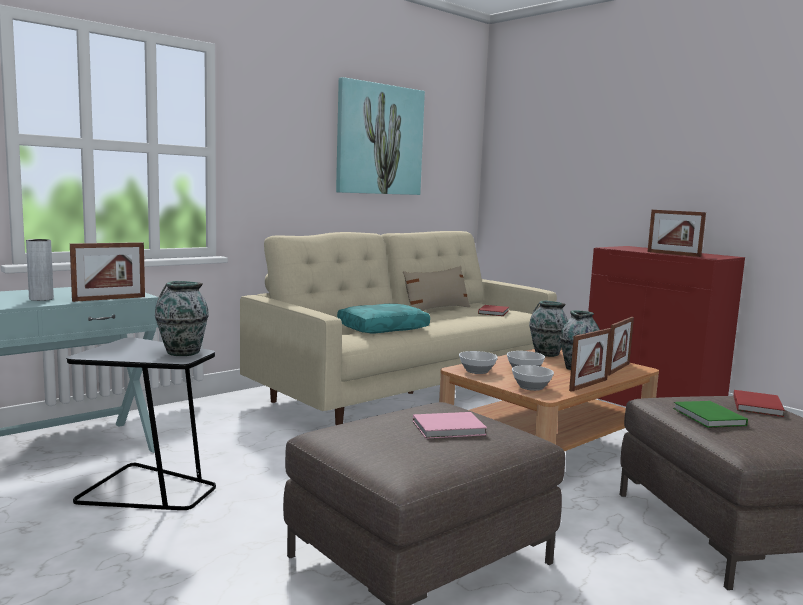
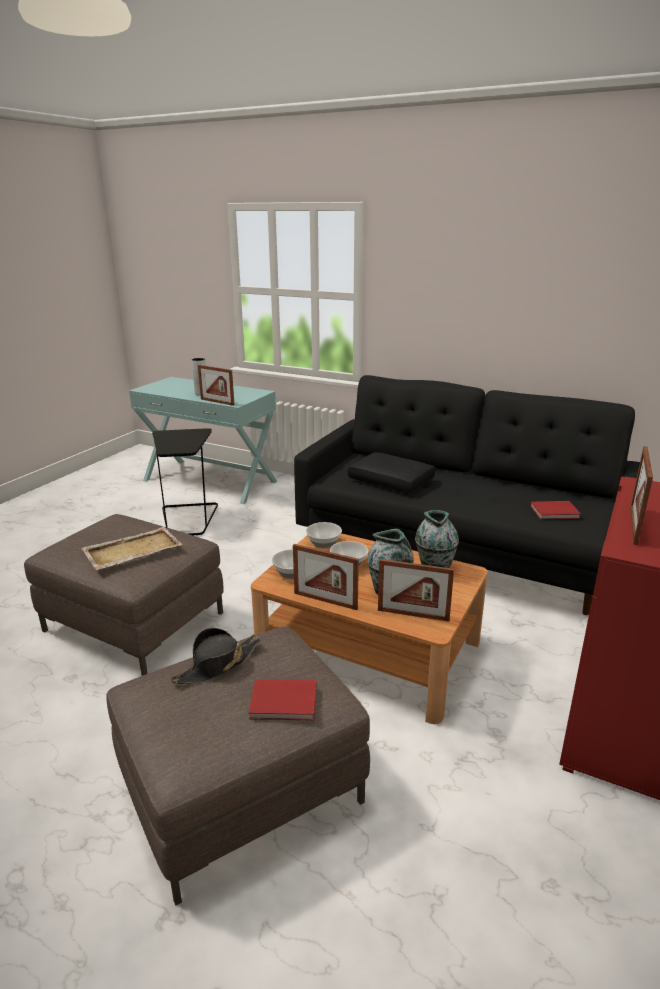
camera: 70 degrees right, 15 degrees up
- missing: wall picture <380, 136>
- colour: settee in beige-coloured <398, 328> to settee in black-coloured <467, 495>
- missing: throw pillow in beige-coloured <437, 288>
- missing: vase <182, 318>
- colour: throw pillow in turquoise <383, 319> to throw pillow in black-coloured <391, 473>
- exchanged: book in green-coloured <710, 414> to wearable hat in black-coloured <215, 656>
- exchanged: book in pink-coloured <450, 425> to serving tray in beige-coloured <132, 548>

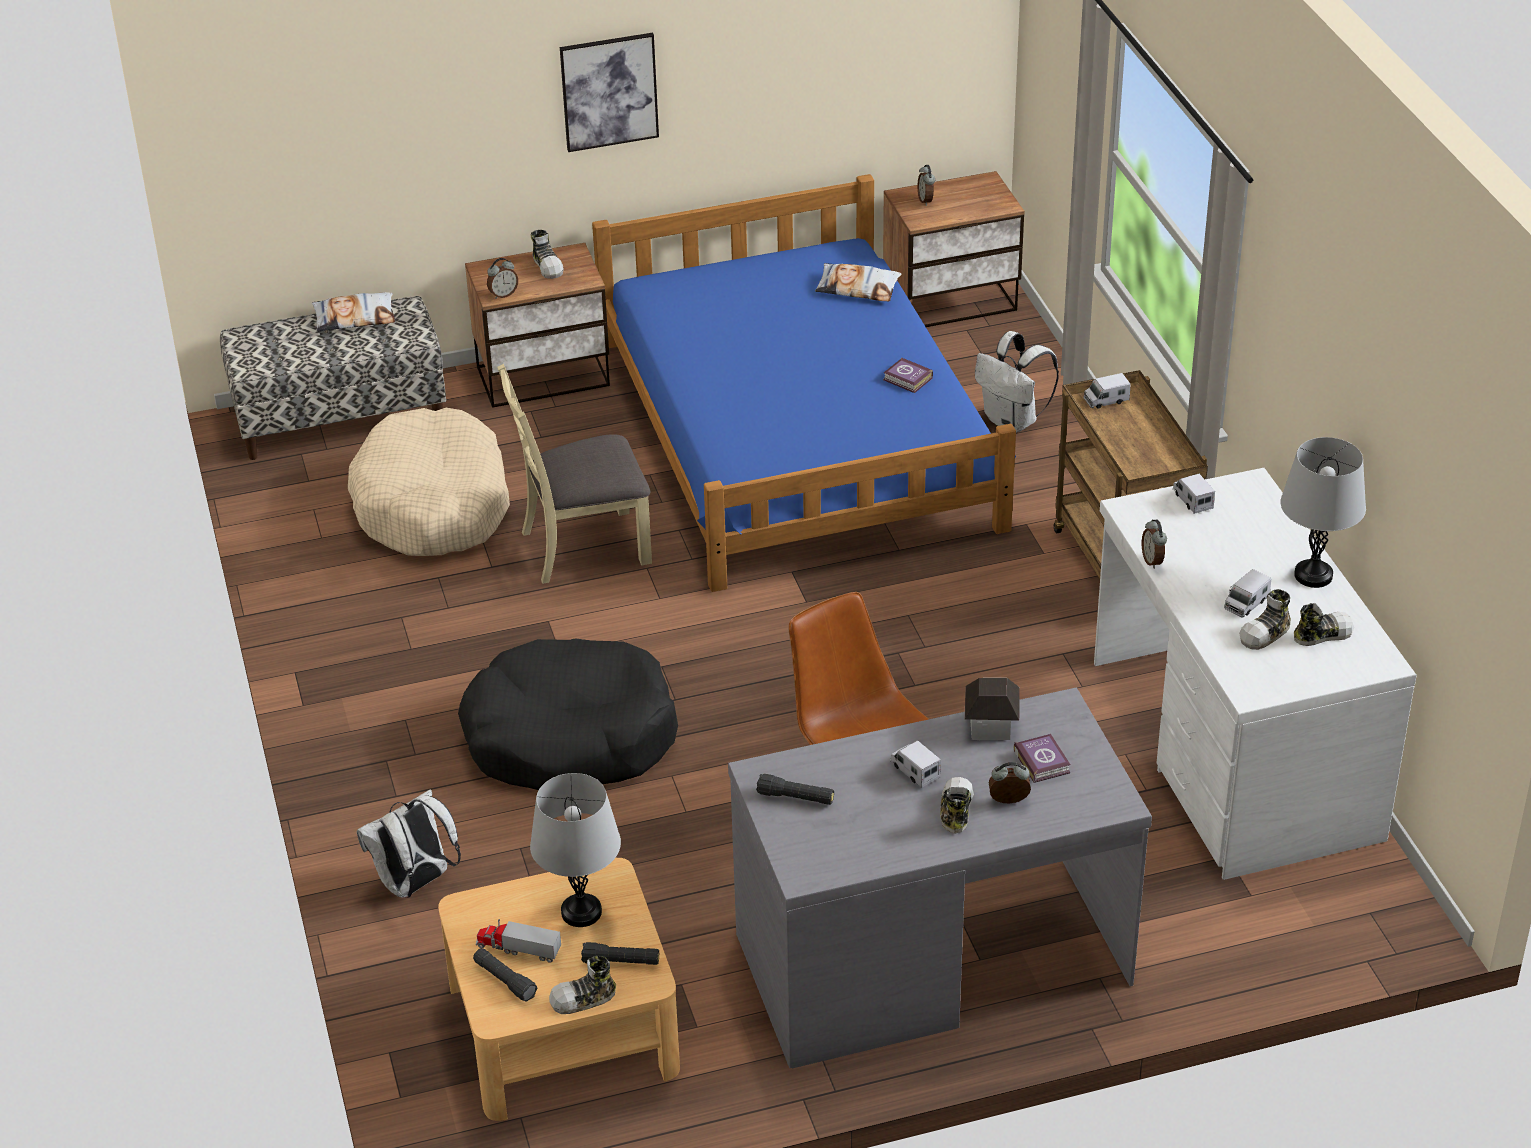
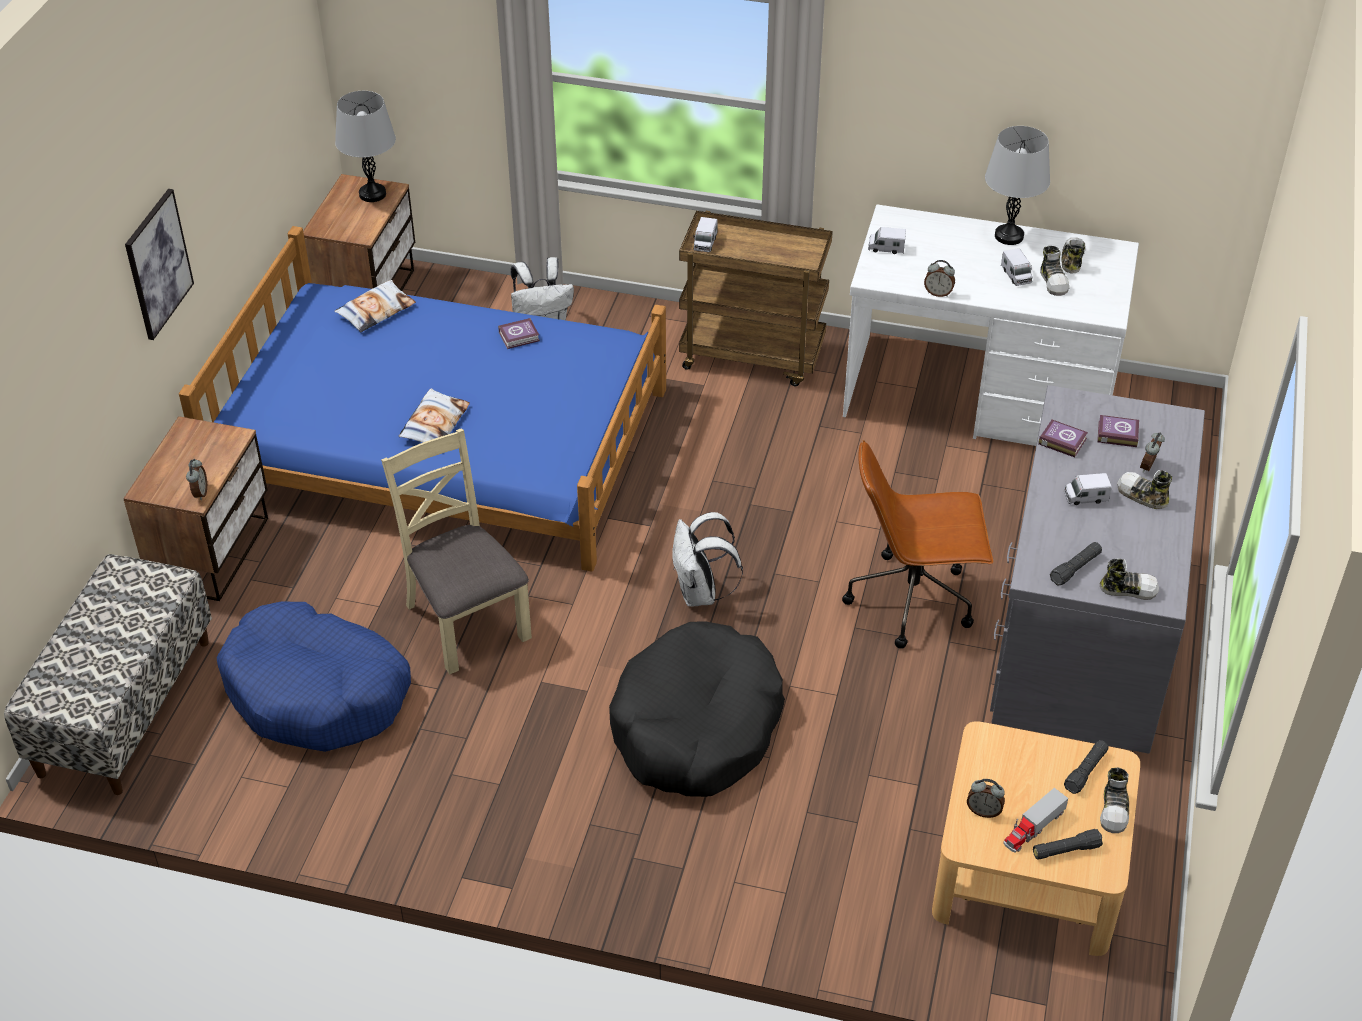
camera: 60 degrees left, 5 degrees up
- relocated: bedside clock <926, 185> to <986, 798>
- relocated: item of footwear <547, 254> to <1129, 579>
- relocated: throw pillow <353, 311> to <434, 415>
- spun: upright chair in beige-coloured <574, 474> = <456, 551> 135 degrees clockwise
- colour: dog bed in beige-coloured <429, 482> to dog bed in blue <313, 677>
- exchanged: model house <992, 709> to book <1063, 438>
- relocated: lamp for a table in grey <575, 850> to <365, 146>
- relocated: backpack in white <409, 843> to <707, 559>

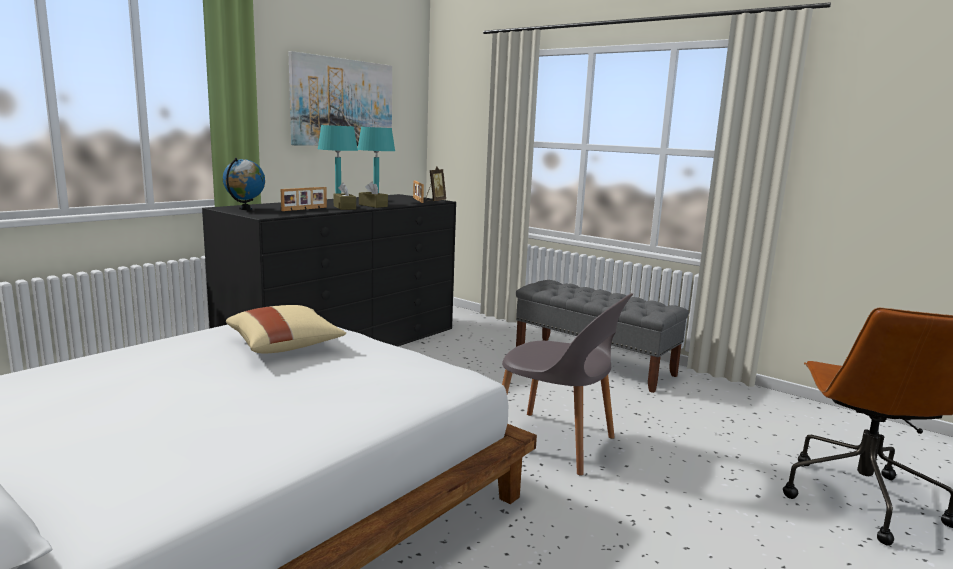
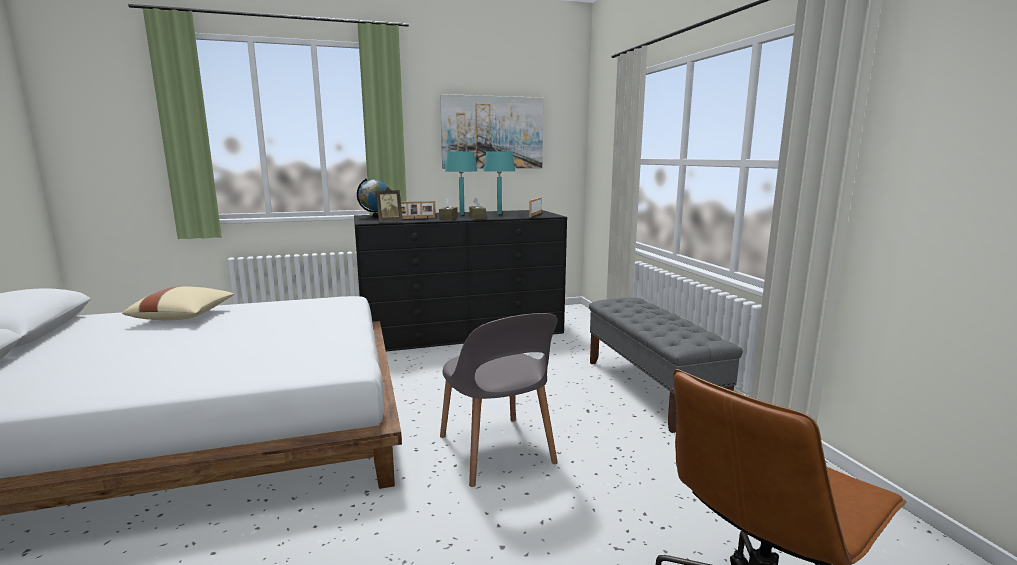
camera: 35 degrees right, 0 degrees up
- relocated: photo frame <435, 184> to <389, 204>
- relocated: throw pillow in beige-coloured <286, 329> to <178, 303>

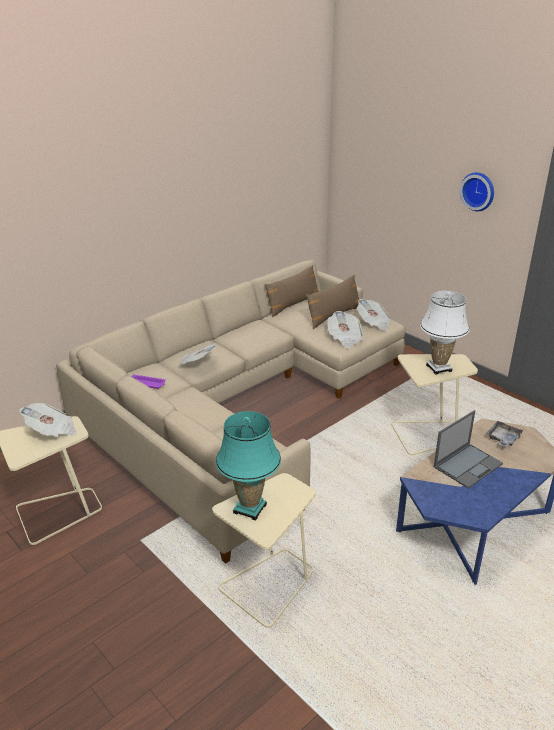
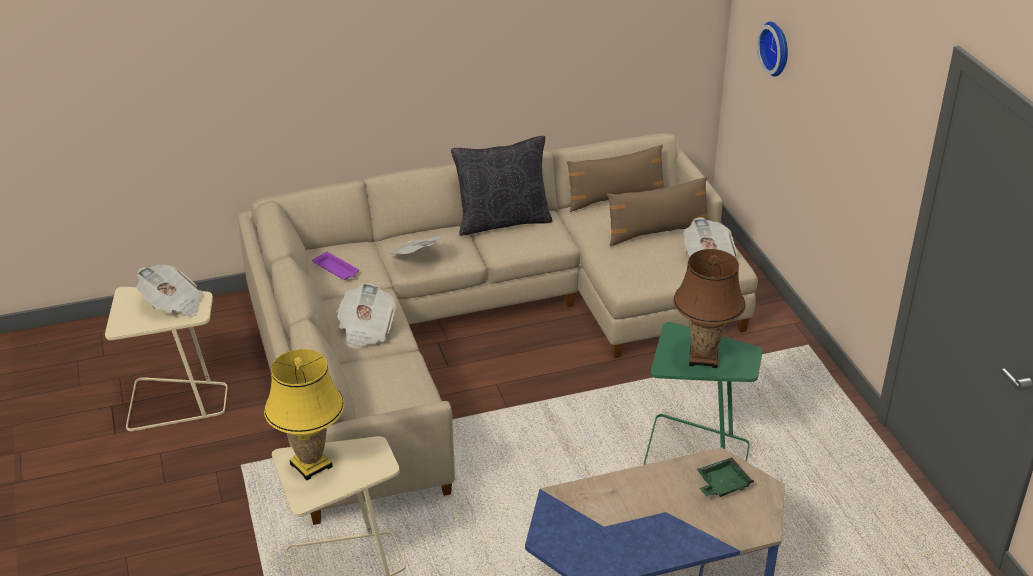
camera: 25 degrees right, 5 degrees up
- relocated: hanging clock <477, 191> to <772, 49>
- colour: lamp for a table in white <445, 333> to lamp for a table in brown <709, 308>
- relocated: printed paper <345, 329> to <366, 315>
- colour: side table in beige-coloured <434, 404> to side table in green-coloured <703, 393>
- missing: laptop <468, 449>
- colour: lamp for a table in turquoise <248, 466> to lamp for a table in yellowish <304, 415>
- colour: serving tray in grey <505, 434> to serving tray in green-coloured <725, 477>
- appeared: throw pillow in black-coloured <501, 186>

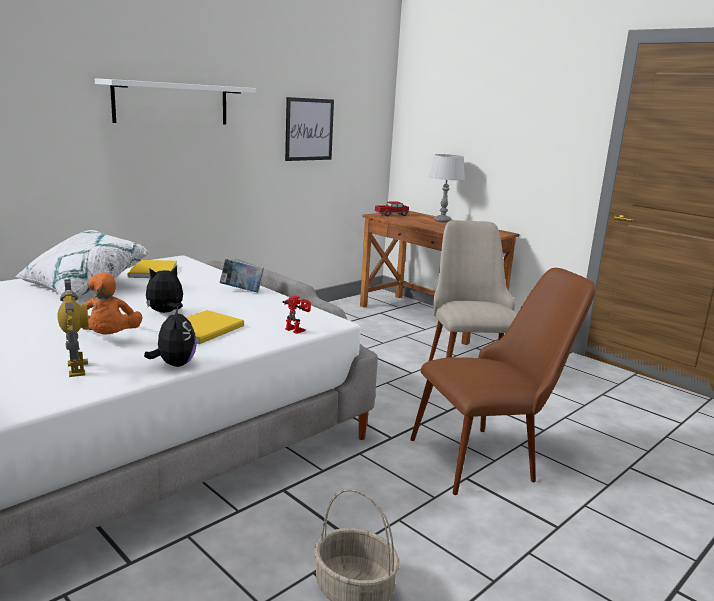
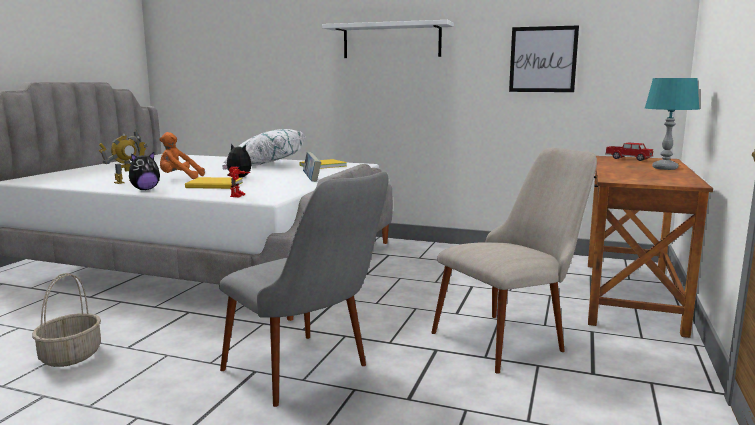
camera: 65 degrees right, 5 degrees down
- colour: lamp for a table in grey <447, 188> to lamp for a table in turquoise <672, 124>
- colour: upright chair in brown <502, 381> to upright chair in grey <304, 289>
- spun: plush toy in orange-coloured <112, 303> = <182, 155> 45 degrees clockwise

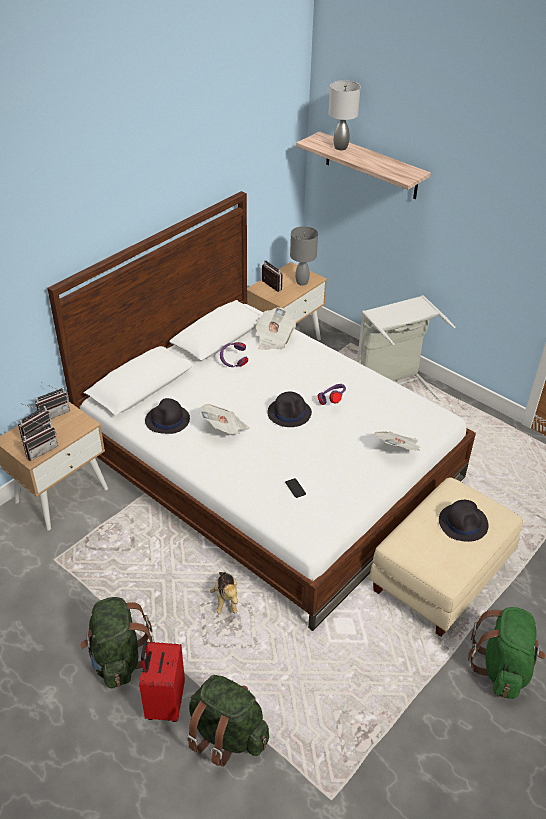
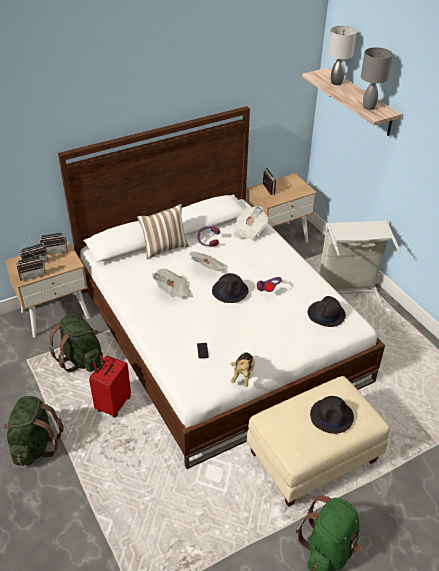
camera: 20 degrees right, 0 degrees up
- relocated: lamp for a table in grey <304, 256> to <377, 78>
- relocated: wearable hat in black-coloured <167, 416> to <327, 311>
- relocated: printed paper <397, 441> to <208, 261>
- relocated: plush toy <224, 593> to <243, 369>
- relocated: suitcase in reddish <162, 681> to <110, 384>
- relocated: backpack in green-coloured <227, 721> to <75, 343>
- appeared: throw pillow <163, 232>

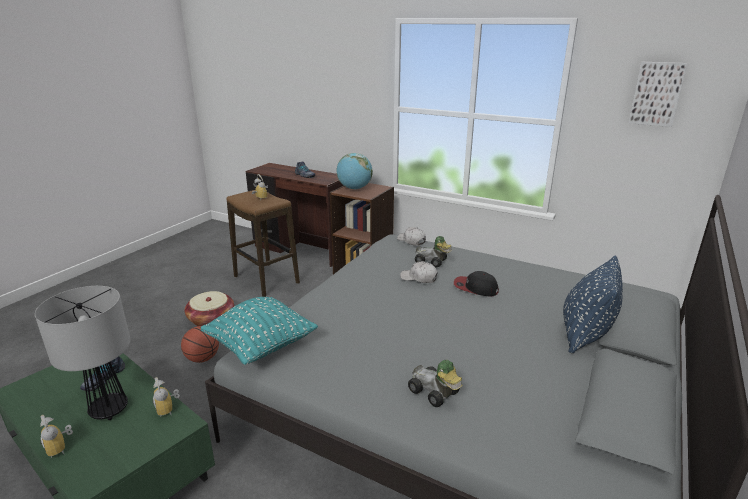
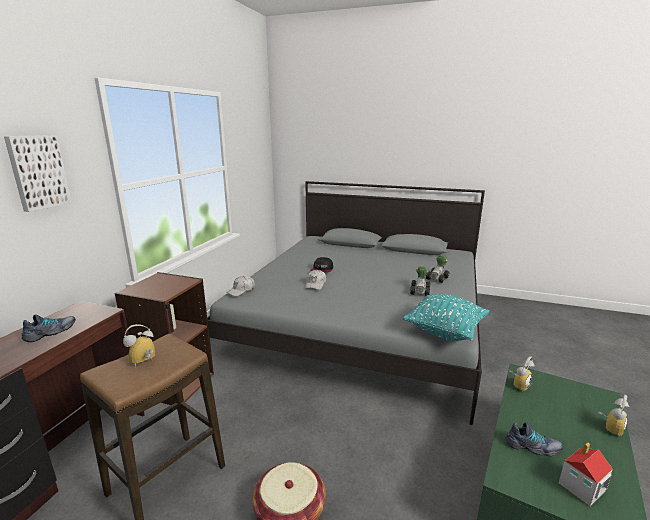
camera: 100 degrees left, 5 degrees down
- relocated: wall picture <658, 94> to <38, 173>
- missing: globe <355, 171>
- relocated: model car <433, 251> to <420, 281>
- missing: throw pillow in blue <593, 305>
- missing: lamp for a table <82, 353>
- missing: basketball <200, 344>
- appeared: model house <586, 474>

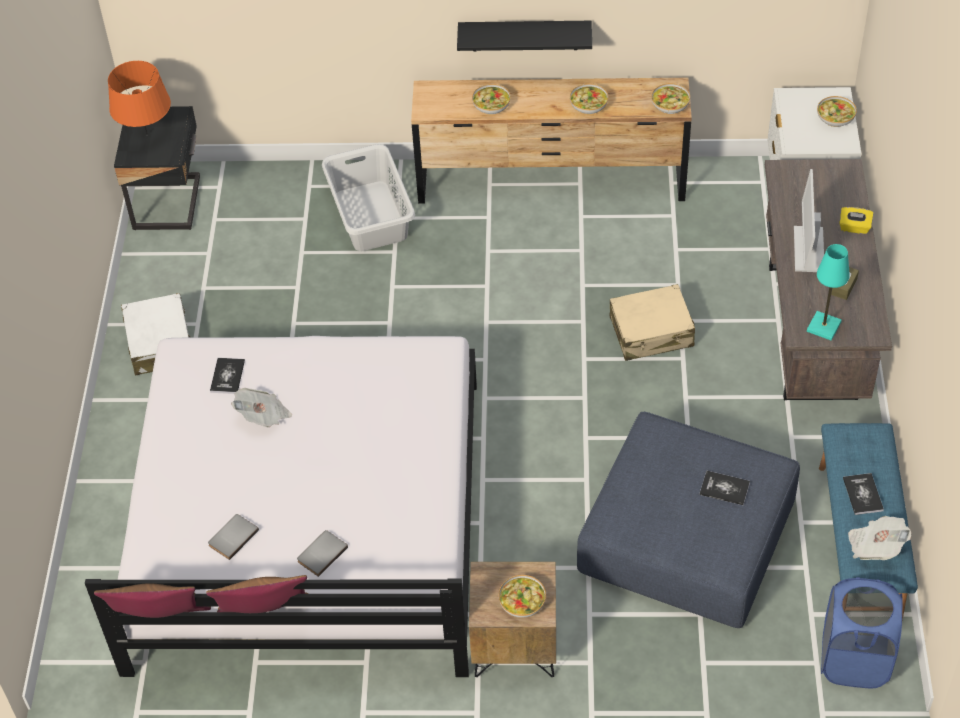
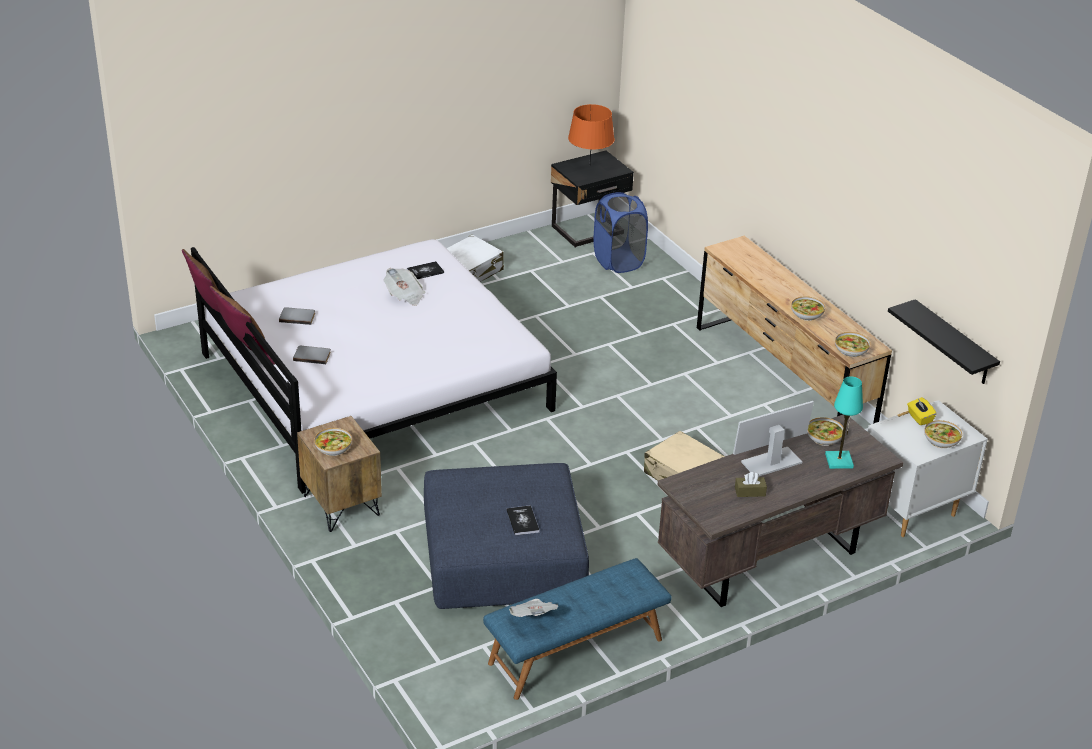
camera: 55 degrees right, 15 degrees down
- relocated: bracket shelf in black-coloured <524, 36> to <944, 341>
- relocated: serving bowl <491, 99> to <825, 431>
- missing: laundry basket in grey <368, 197>
- relocated: tissue box in yellowish <856, 220> to <921, 411>
- relocated: lamp for a table in turquoise <828, 292> to <844, 422>
- missing: book <863, 494>
- relocated: laundry basket in blue <861, 632> to <620, 232>

